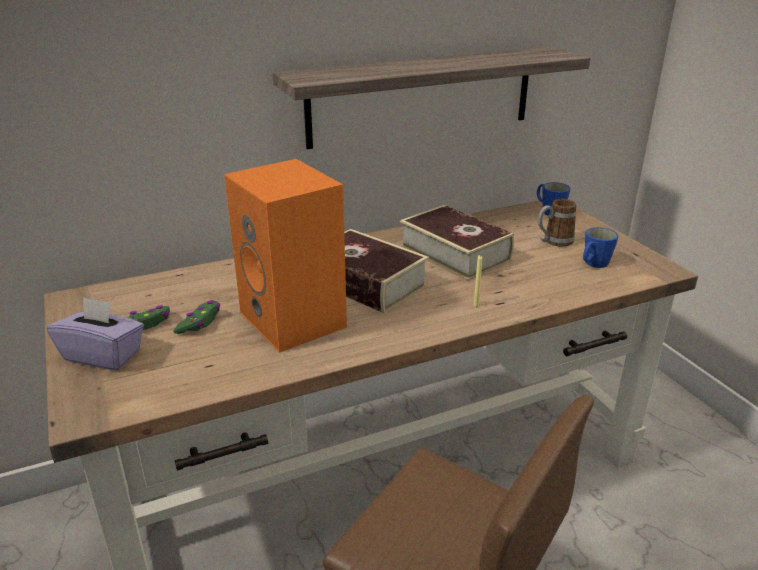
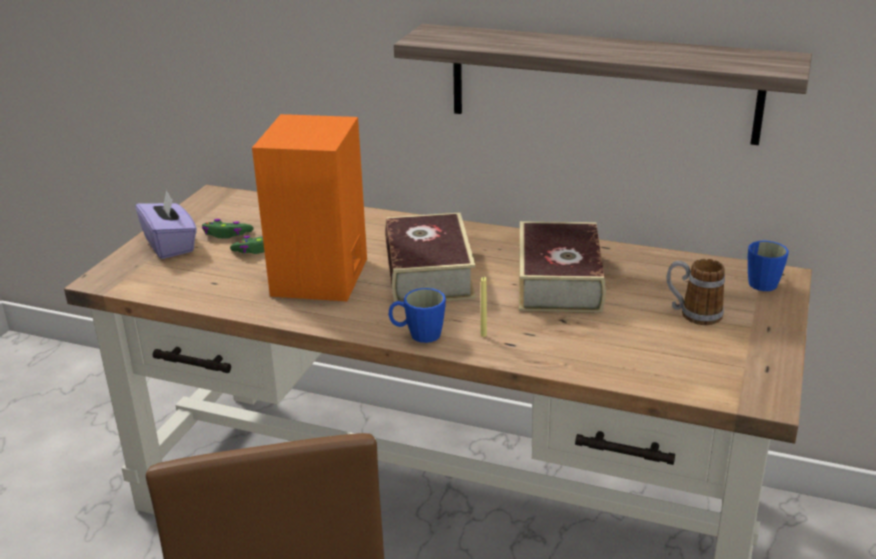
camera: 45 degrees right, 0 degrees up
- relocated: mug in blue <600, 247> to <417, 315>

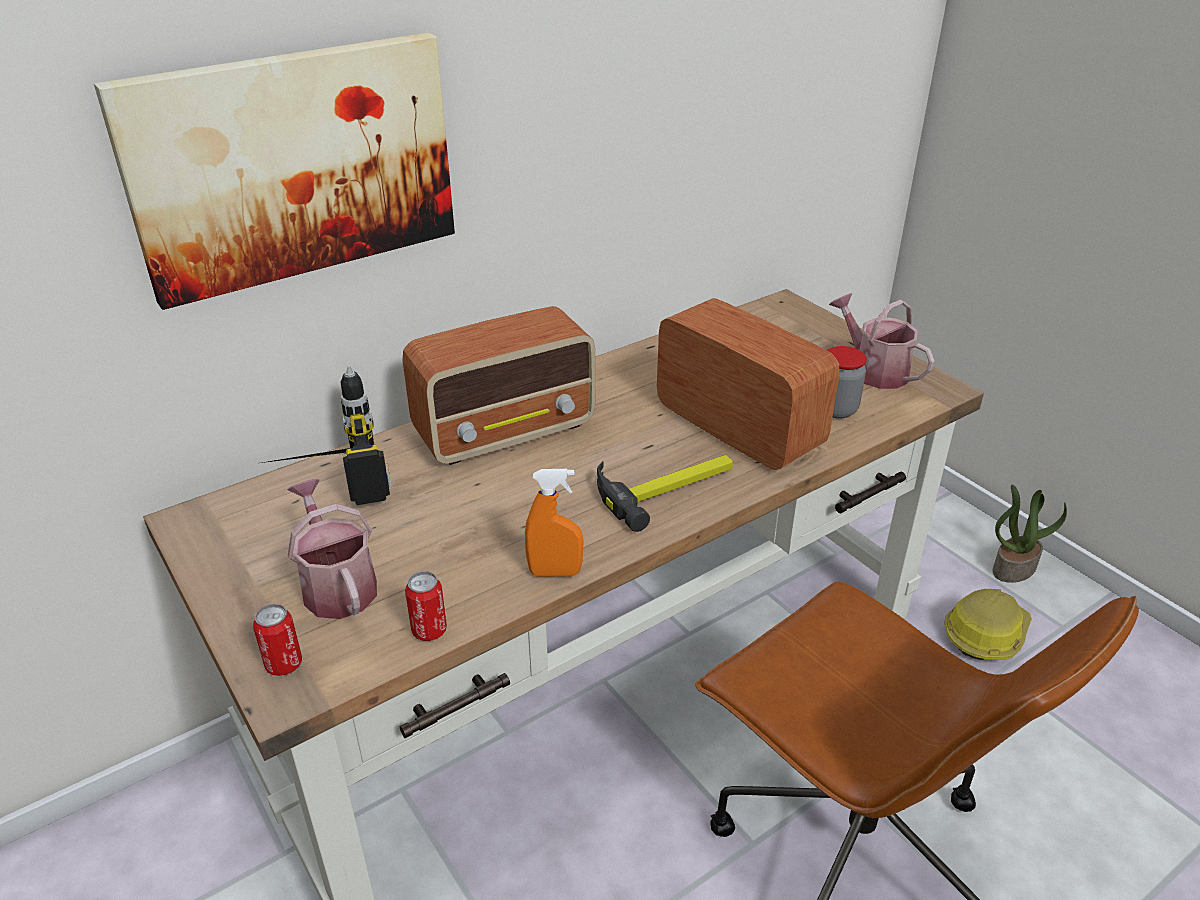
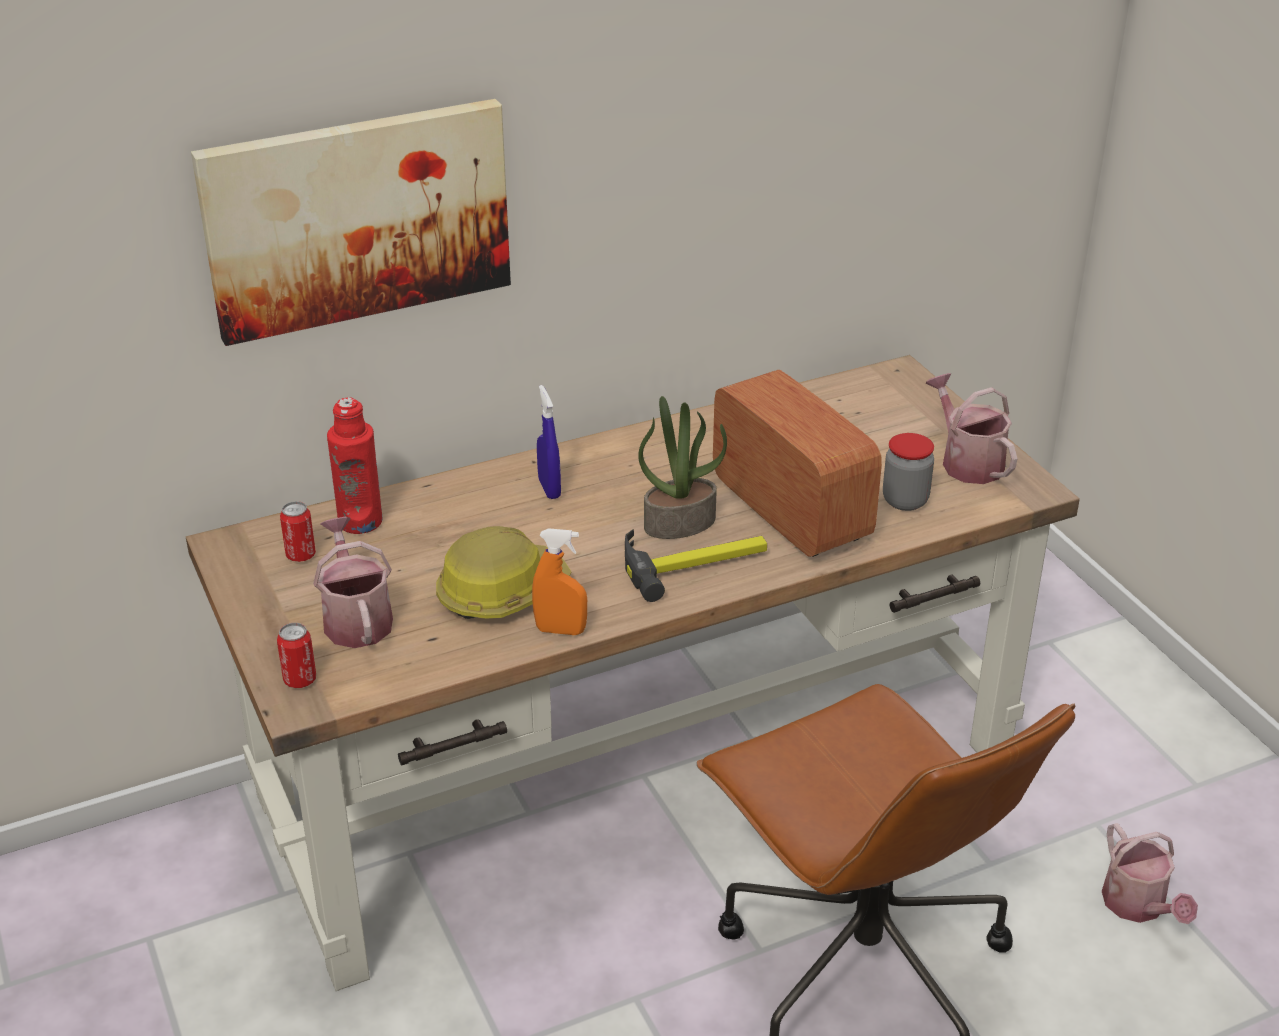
camera: 10 degrees right, 0 degrees up
- exchanged: radio <499, 385> to spray bottle in blue <549, 442>
- exchanged: drill <327, 435> to bottle in reddish <354, 465>
- relocated: potted plant <1030, 534> to <682, 467>
- relocated: metal can <426, 606> to <298, 531>
- relocated: hard hat <988, 624> to <504, 572>
- appeared: sprinkling can <1150, 873>

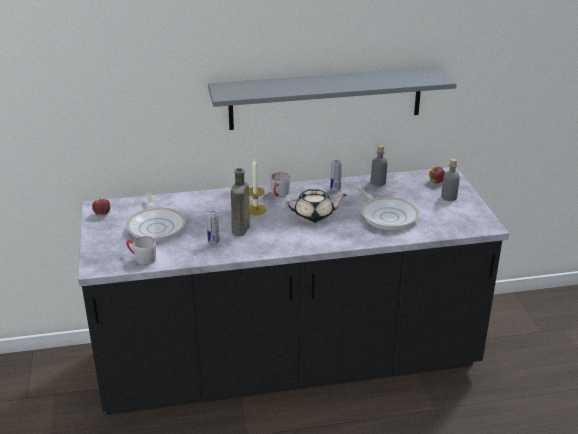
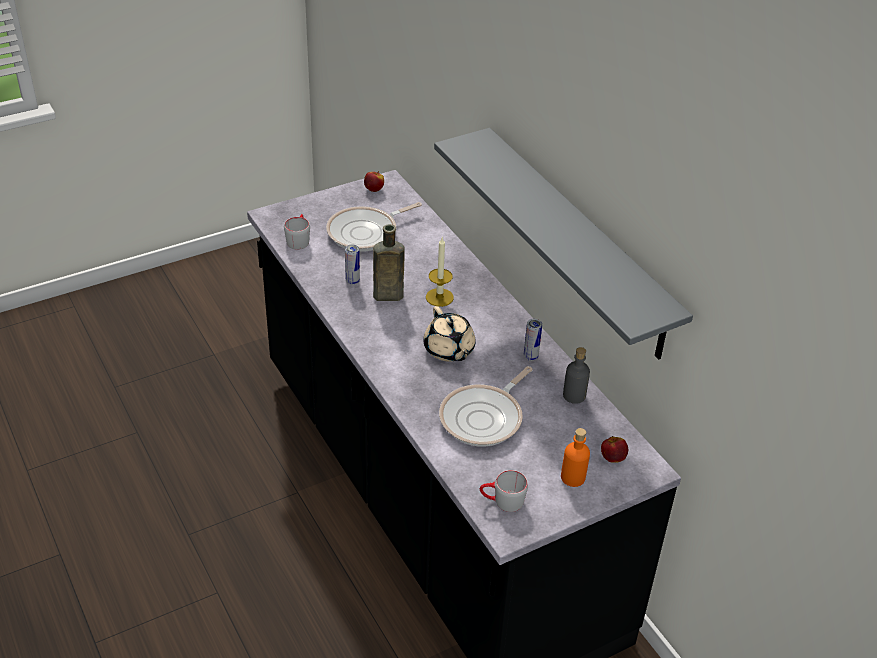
camera: 70 degrees right, 10 degrees up
- colour: bottle in grey <450, 179> to bottle in orange-coloured <575, 457>
- relocated: mug in grey <280, 184> to <504, 491>

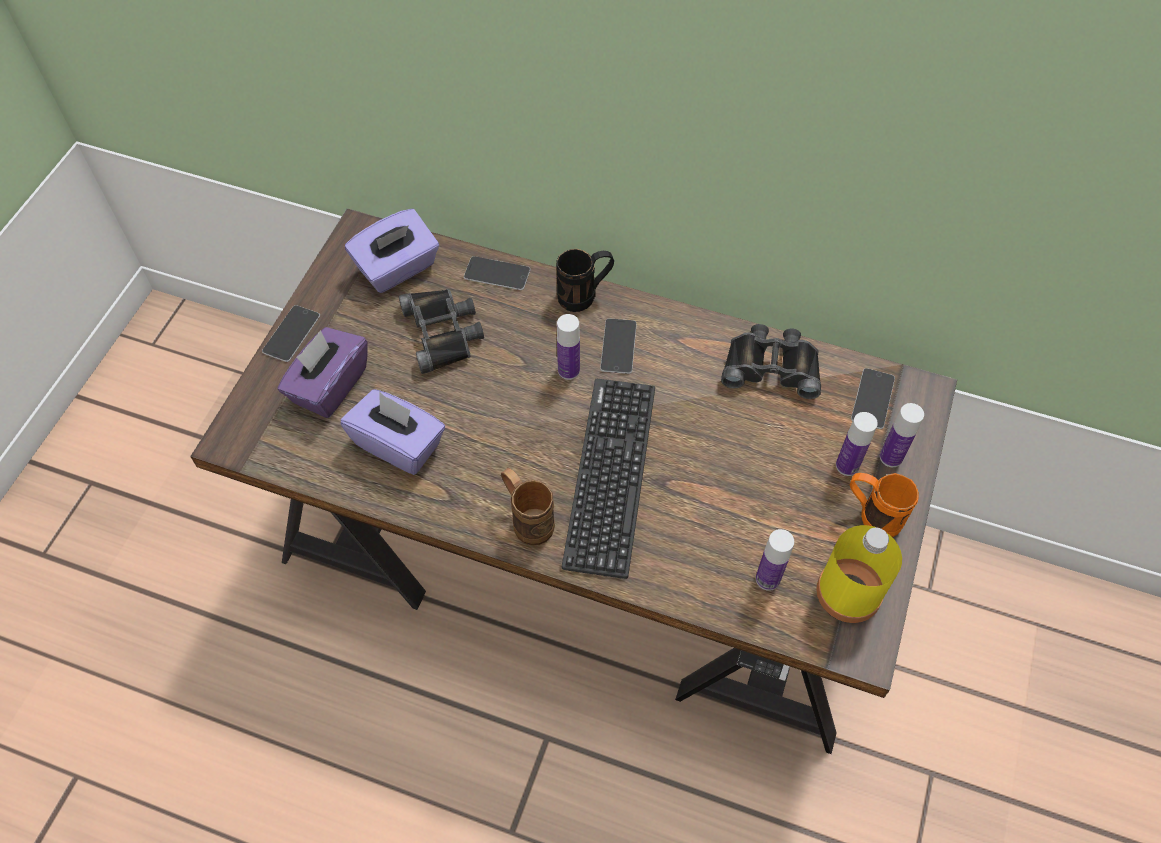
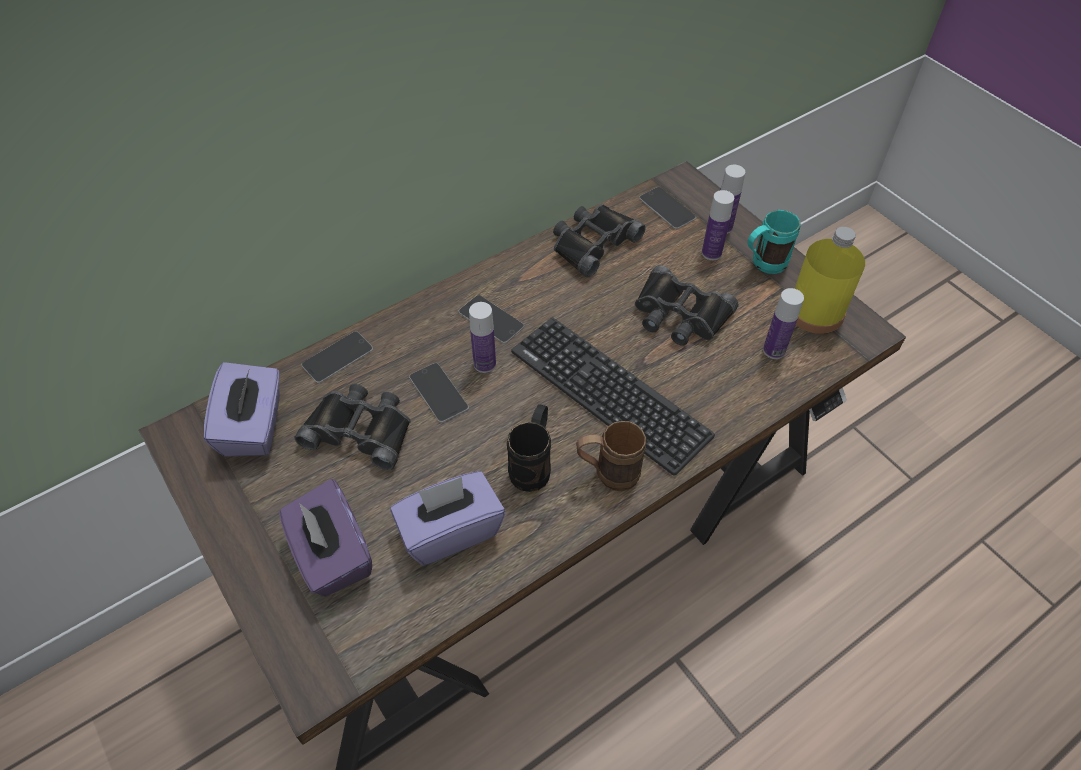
camera: 55 degrees left, 5 degrees down
- relocated: mug in black-coloured <585, 280> to <529, 448>
- relocated: phone <291, 333> to <439, 393>
- colour: mug in orange-coloured <884, 505> to mug in turquoise <774, 242>
- appeared: field glasses in black-coloured <686, 305>

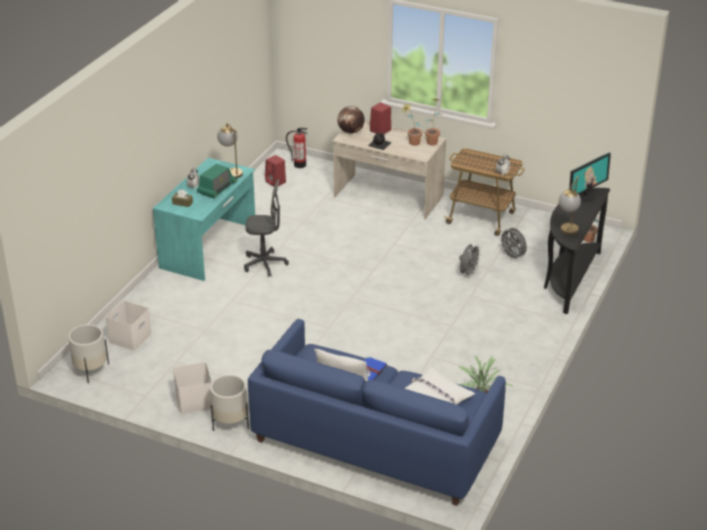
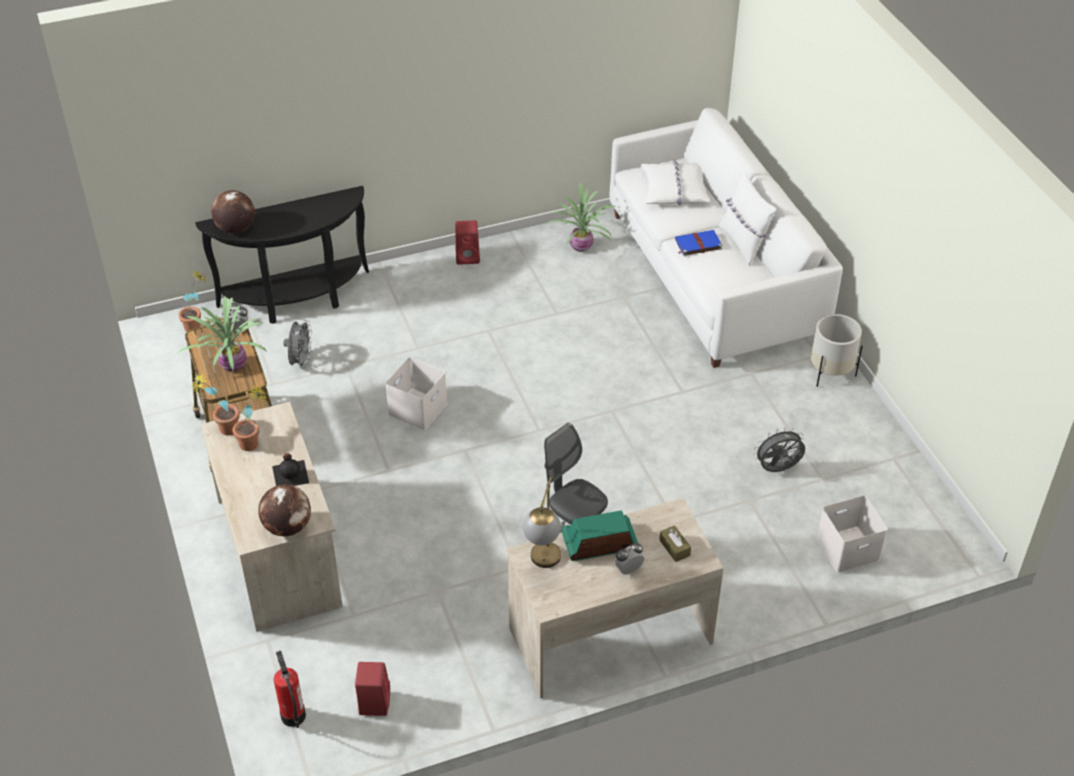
camera: 135 degrees left, 10 degrees up
- relocated: audio speaker in reddish <380, 118> to <467, 242>
- exchanged: computer display <590, 177> to globe <233, 211>
- colour: desk table in turquoise <204, 219> to desk table in beige-coloured <615, 598>
- missing: lamp for a table <570, 205>
- relocated: fan in grey <470, 261> to <779, 449>
- colour: settee in blue <377, 412> to settee in white <726, 238>
- missing: planter in white <88, 353>
- relocated: storage container in white <192, 388> to <416, 393>
- appeared: potted plant <222, 333>

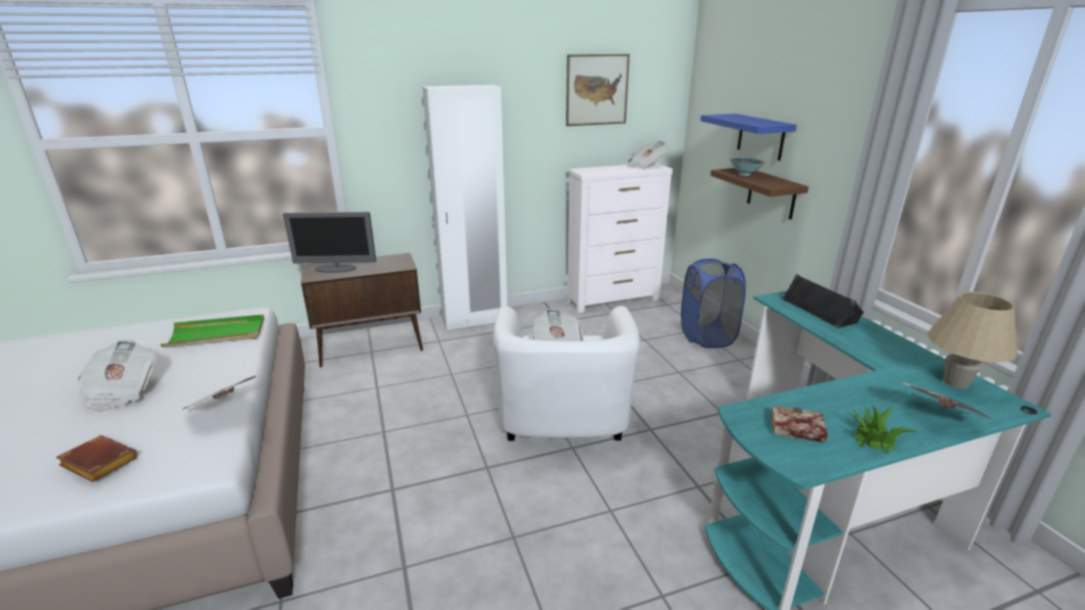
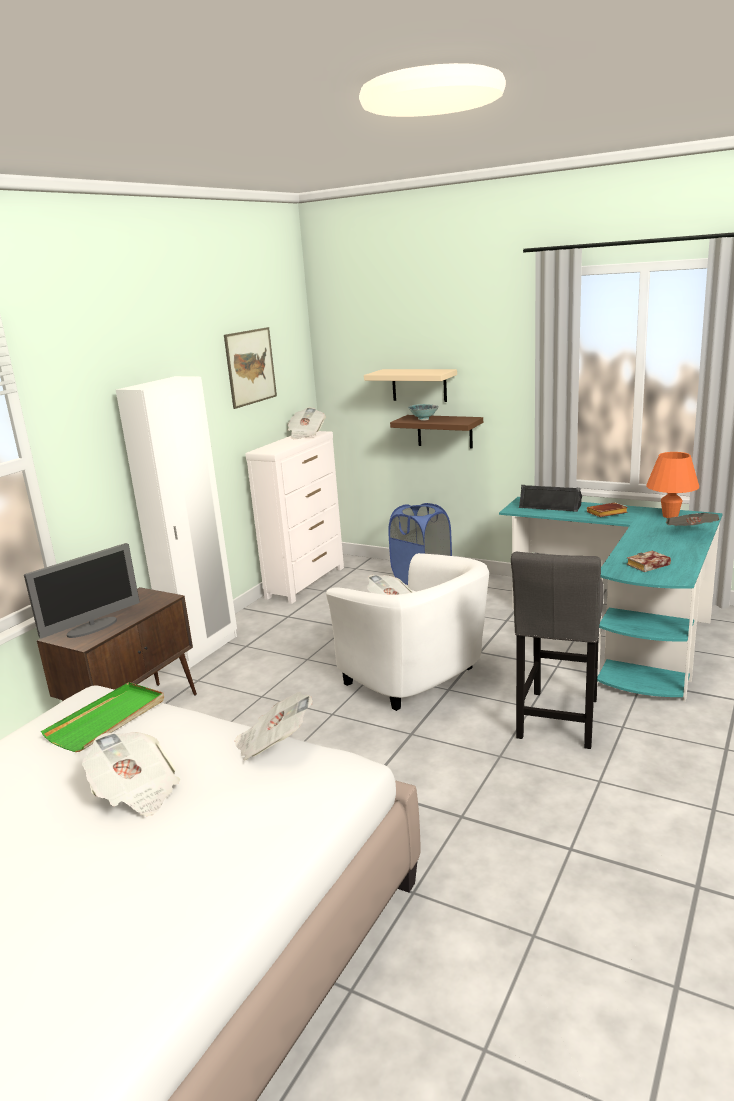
camera: 40 degrees left, 5 degrees down
- colour: bracket shelf in blue <748, 137> to bracket shelf in beige-coloured <410, 385>
- colour: lamp for a table in beige-coloured <972, 340> to lamp for a table in orange-coloured <672, 485>
- missing: potted plant <885, 429>
- relocated: book in brown <97, 458> to <607, 509>
- appeared: stool in grey <557, 650>

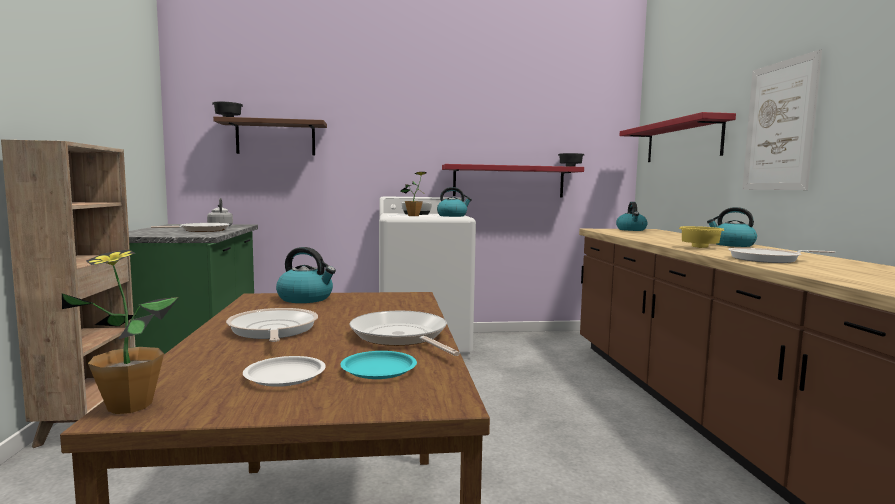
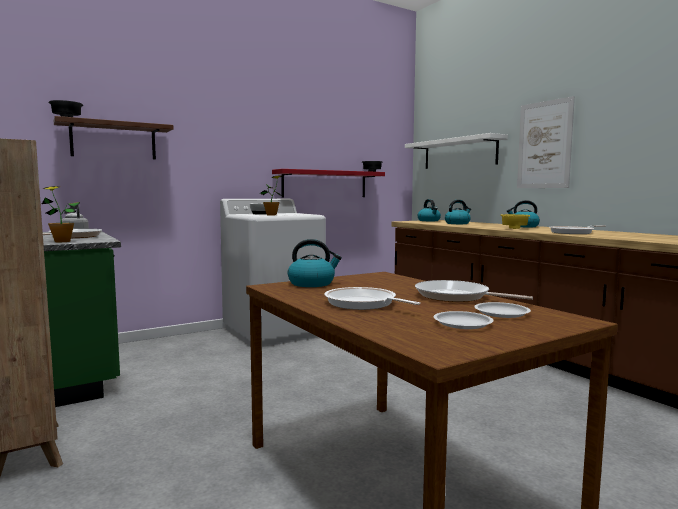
camera: 25 degrees left, 0 degrees up
- colour: bracket shelf in reddish <677, 137> to bracket shelf in white <456, 151>
- relocated: water kettle <454, 202> to <458, 212>
- relocated: potted plant <120, 331> to <61, 214>
- colour: plate in turquoise <378, 365> to plate in white <502, 310>

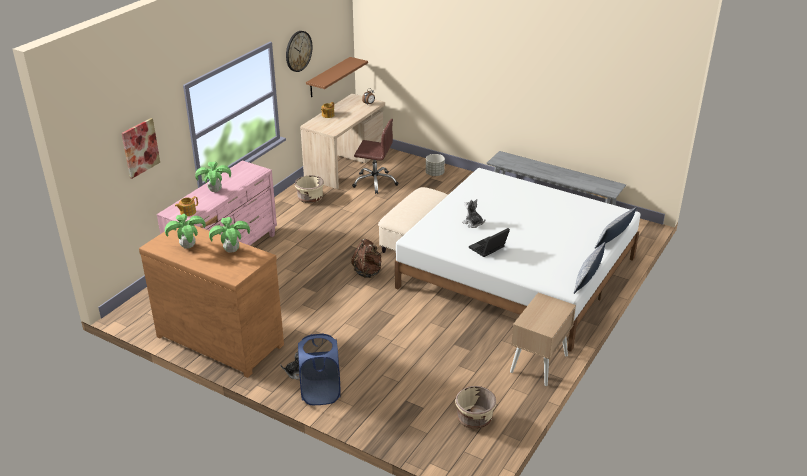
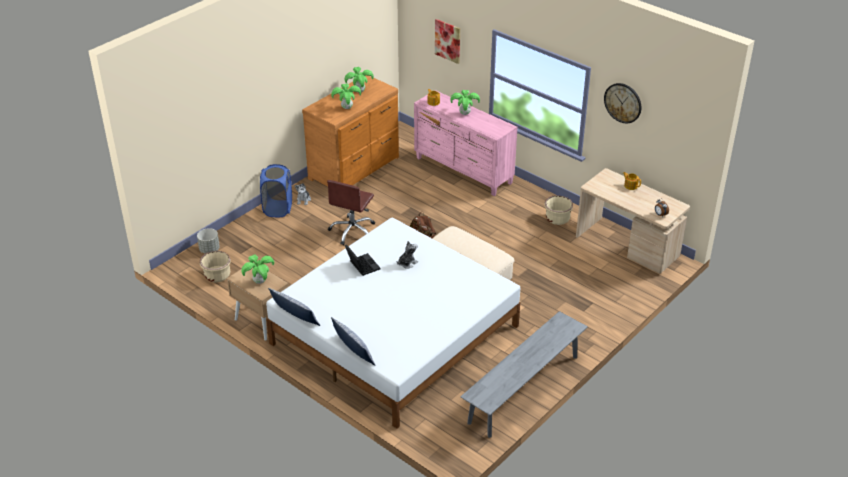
camera: 100 degrees right, 5 degrees up
- missing: bracket shelf in brown <337, 77>
- relocated: office chair in brown <375, 156> to <351, 212>
- relocated: planter in grey <435, 165> to <208, 240>
- appeared: potted plant <257, 269>

